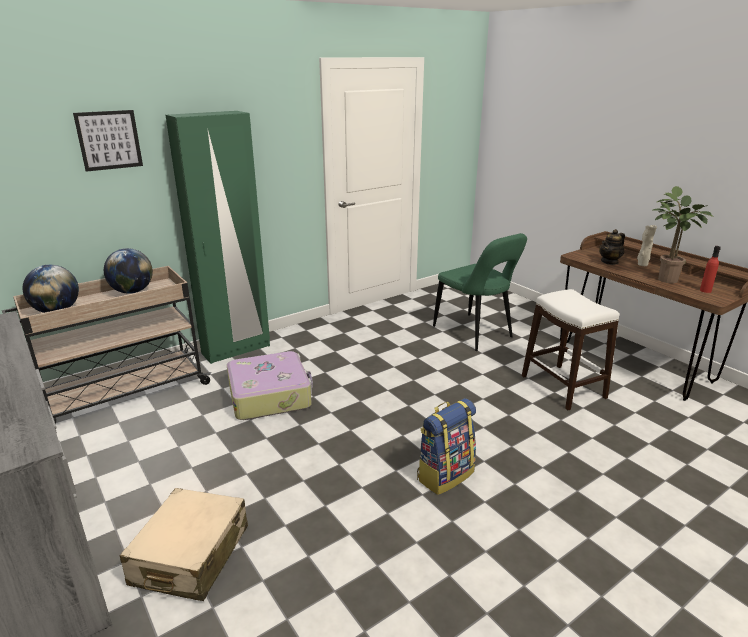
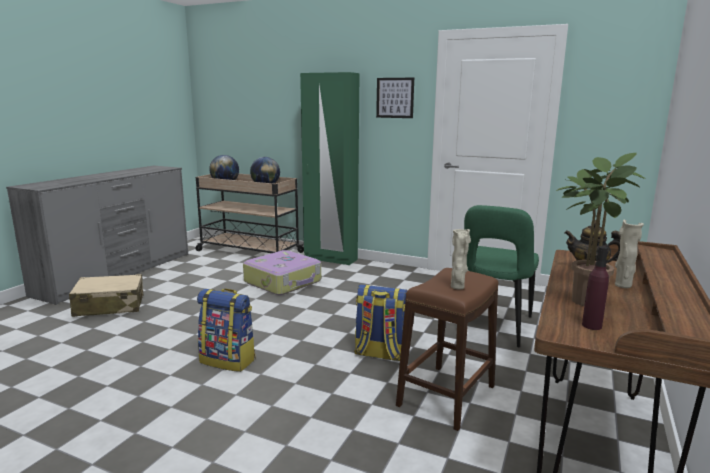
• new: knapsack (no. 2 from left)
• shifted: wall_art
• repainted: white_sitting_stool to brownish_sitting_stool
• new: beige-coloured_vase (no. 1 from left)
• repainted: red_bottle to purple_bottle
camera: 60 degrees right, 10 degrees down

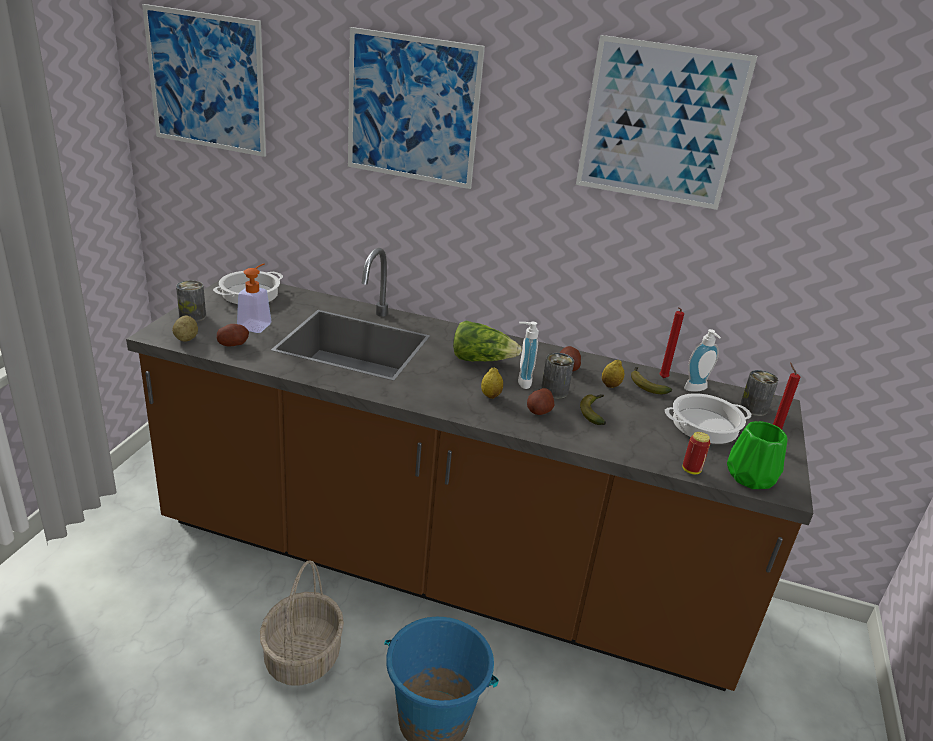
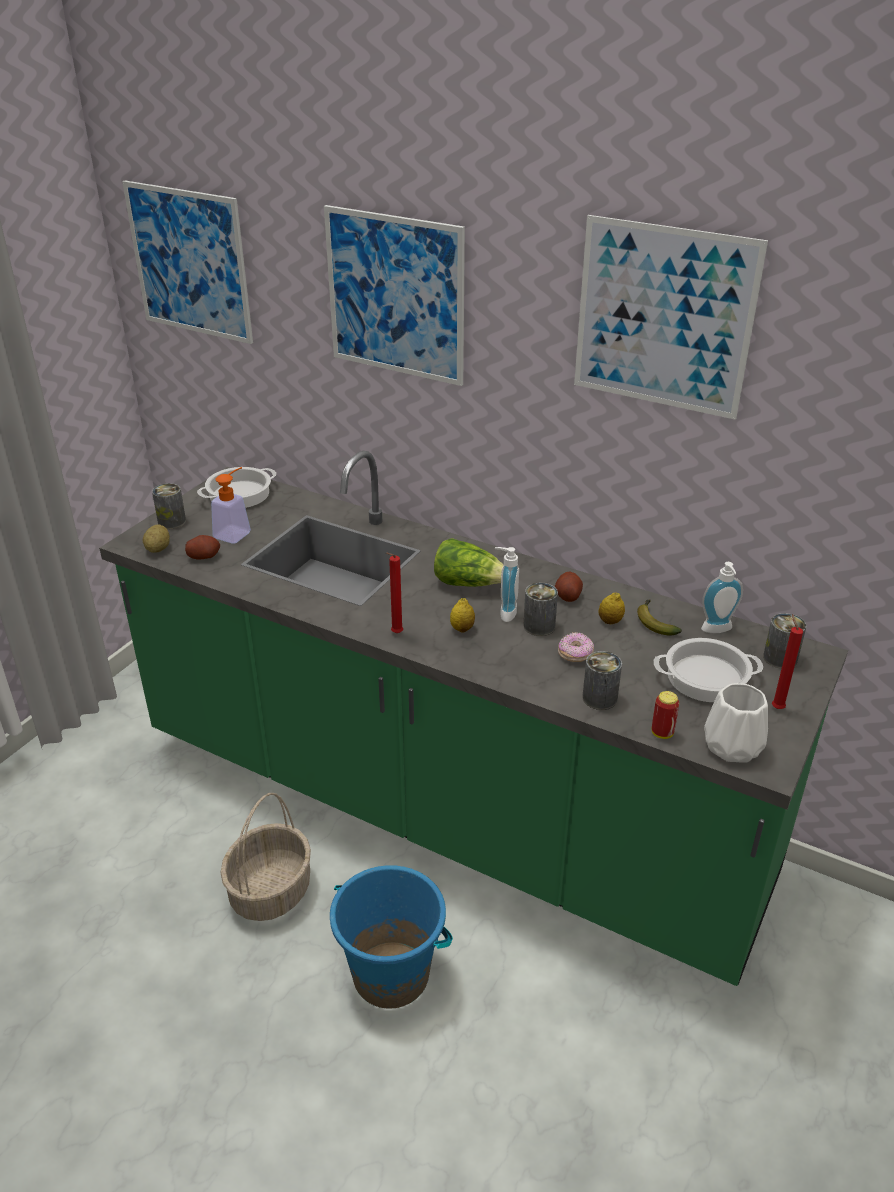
• repainted: brownish_counter to greenish_counter
• shifted: red_wax_candle (no. 1 from left)
• swapped: banana (no. 1 from left) to doughnut
• new: sealed_can (no. 3 from left)
• repainted: greenish_vase to white_vase
• gone: whole_potato (no. 3 from left)
camera: 15 degrees right, 5 degrees up

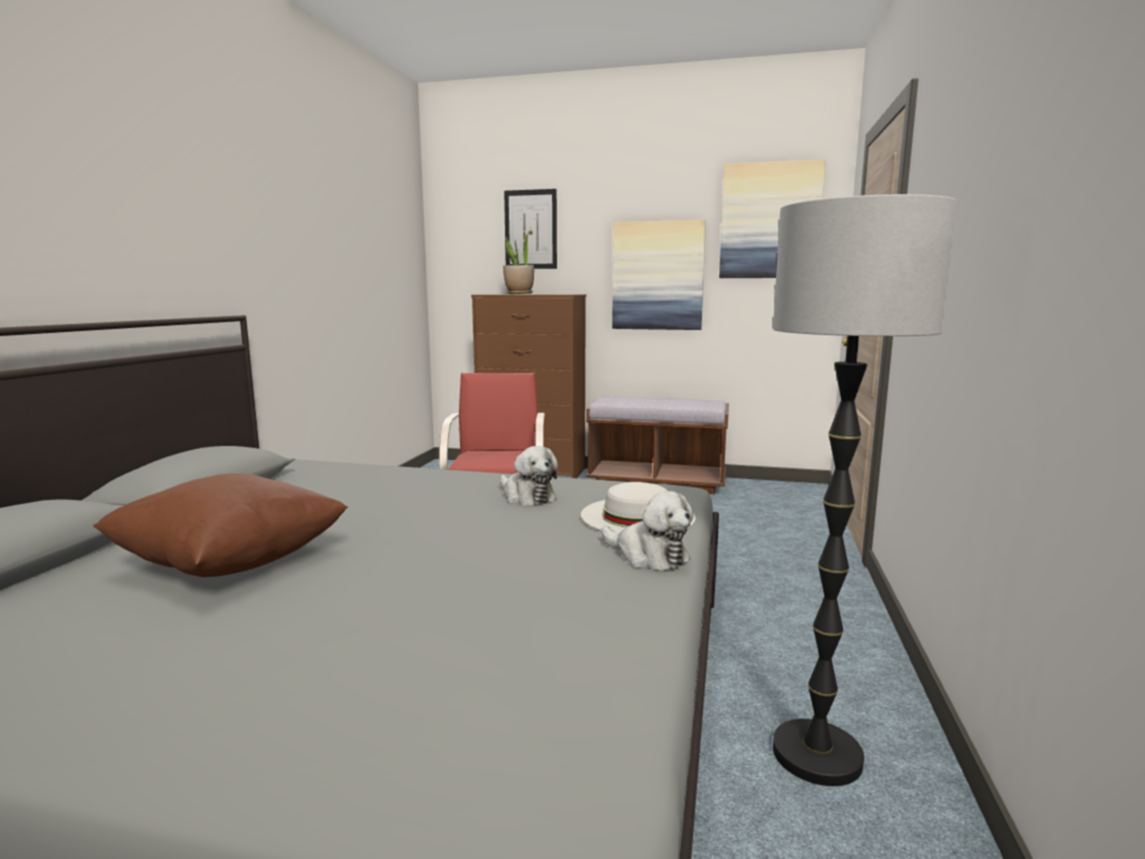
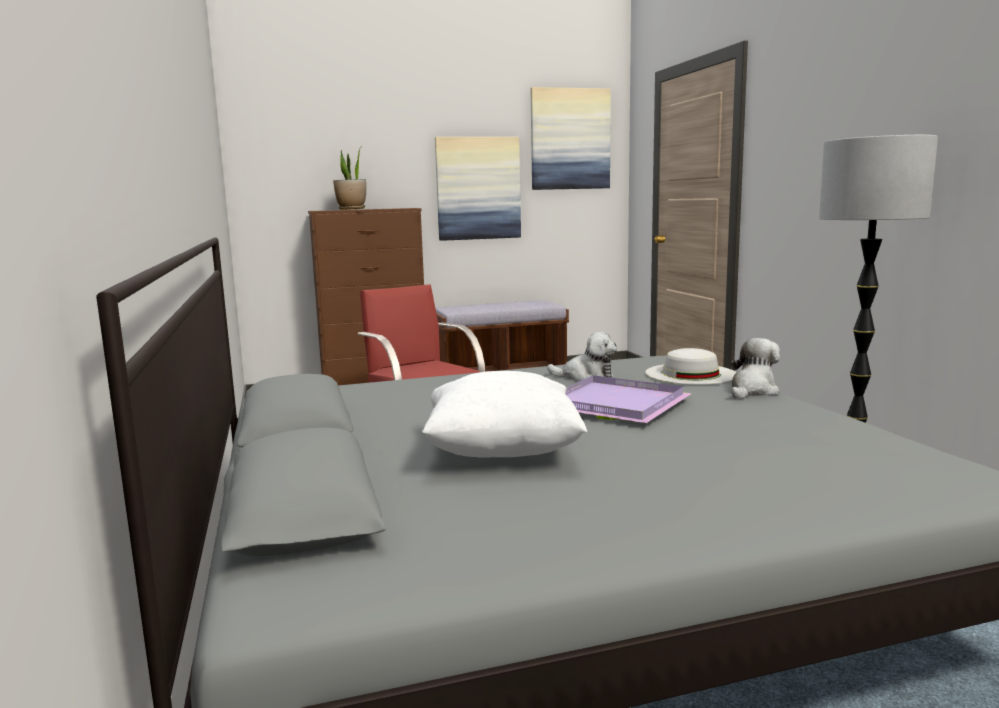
• repainted: brownish_throw_pillow to white_throw_pillow
• new: purple_serving_tray
• rotated: plush_toy (no. 2 from left) 60 degrees counterclockwise
• gone: wall_art (no. 1 from left)
camera: 30 degrees left, 0 degrees up

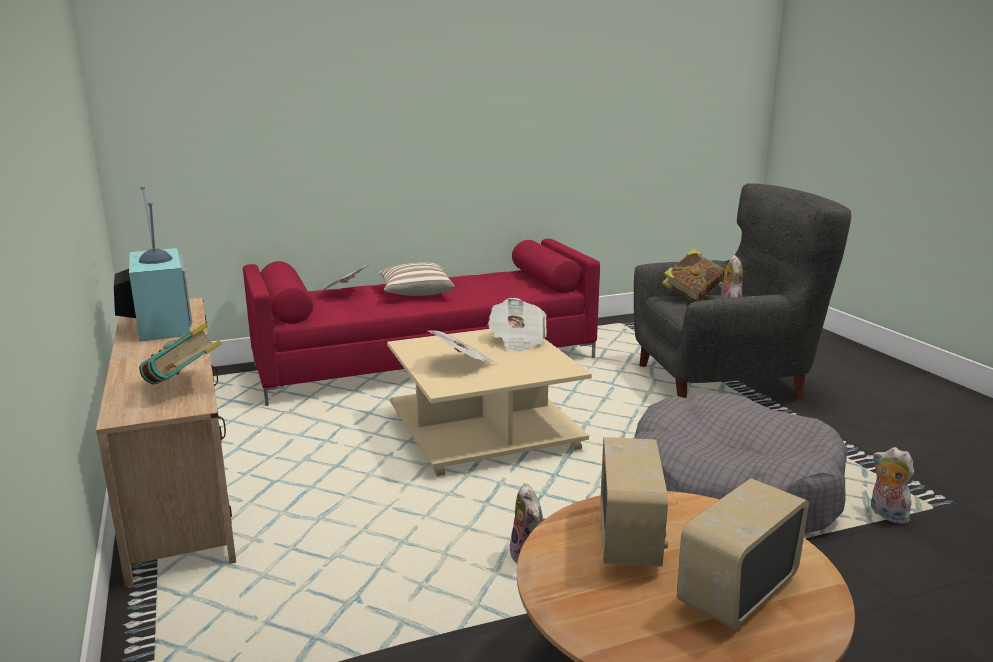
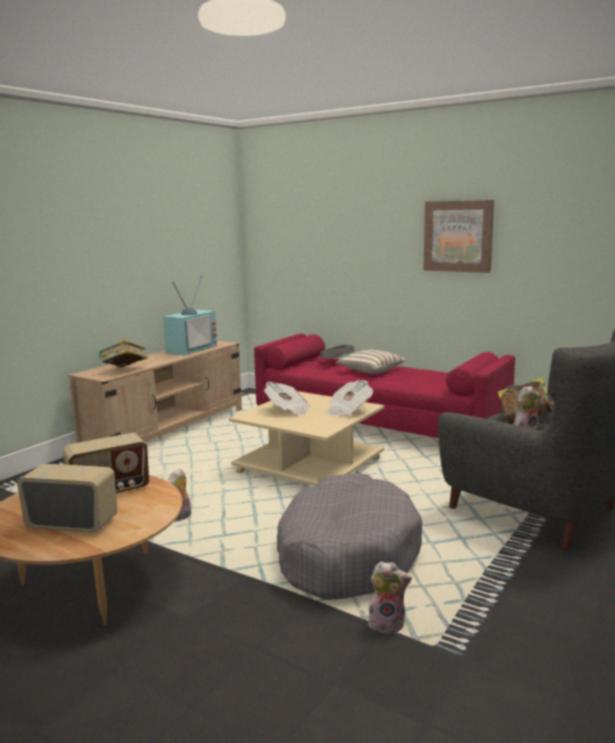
• rotated: plush_toy (no. 3 from left in the first image) 75 degrees clockwise
• new: wall_art
camera: 55 degrees right, 5 degrees down

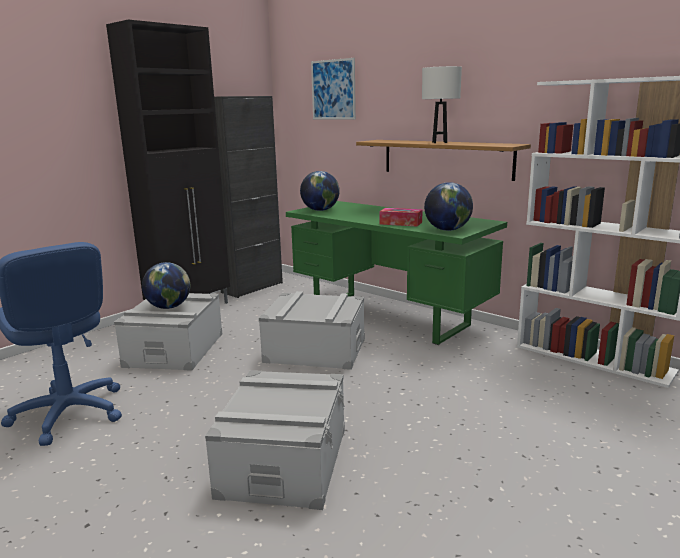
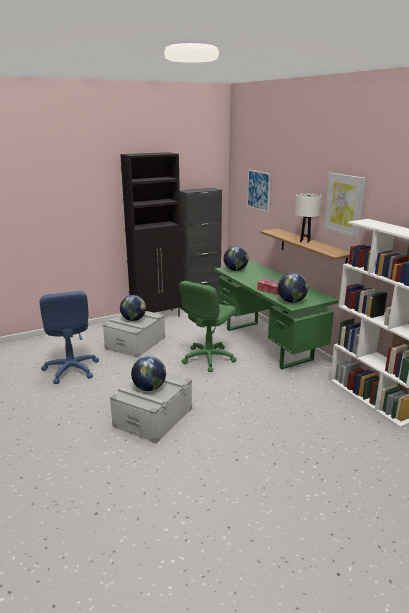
• new: world_globe (no. 2 from left)
• swapped: greyish_storage_bin (no. 3 from left) to greenish_desk_chair
• new: wall_art (no. 2 from left)
camera: 20 degrees right, 5 degrees up

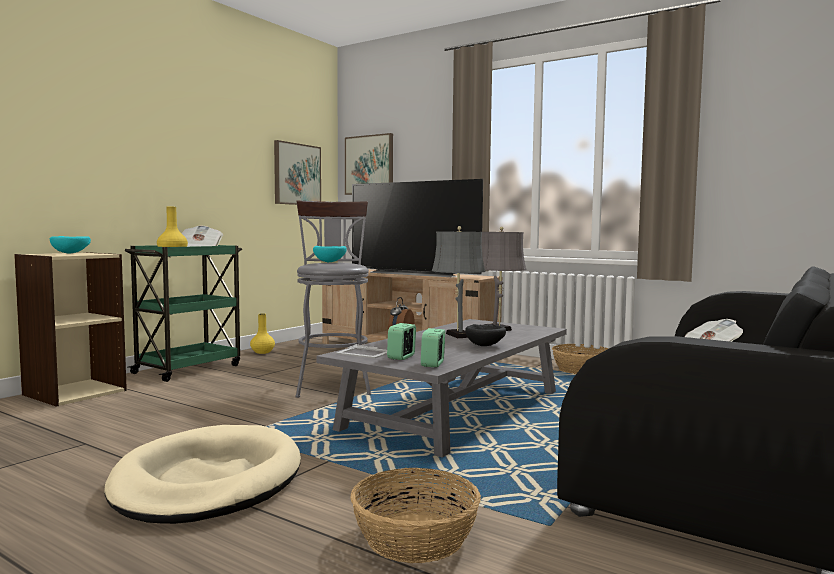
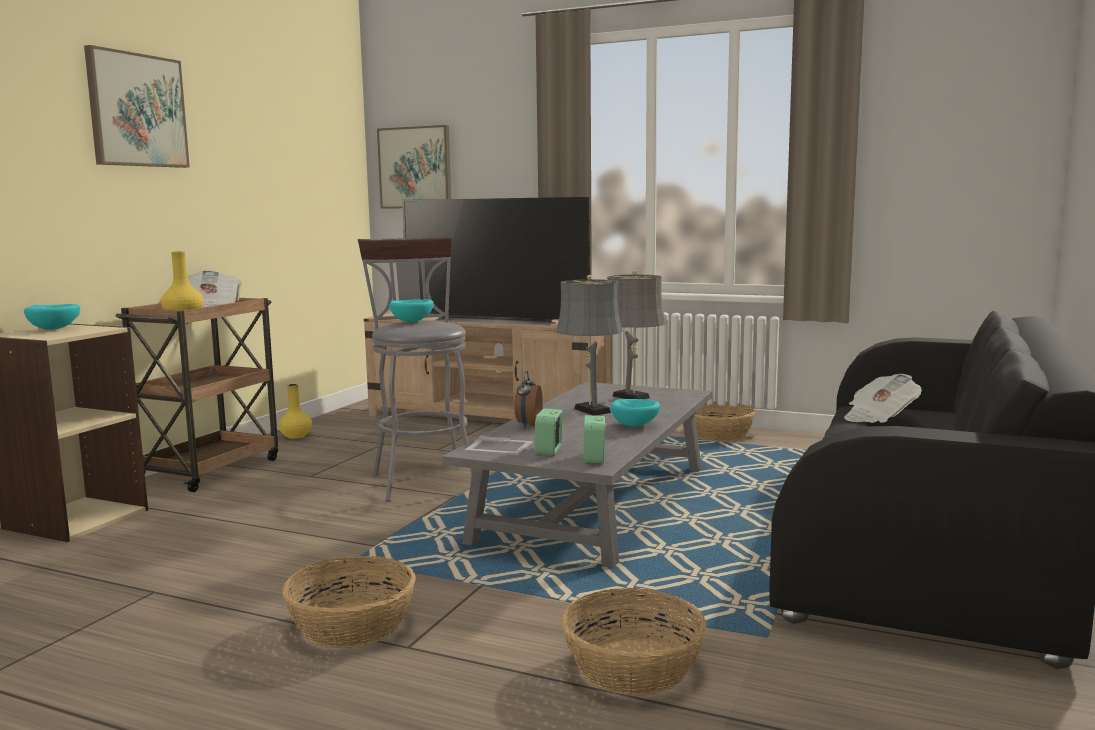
• shifted: wall_art (no. 1 from left)
• repainted: greenish_wheeled_cart to brownish_wheeled_cart
• swapped: beige-coloured_dog_bed to basket (no. 1 from left)
• repainted: black-coloured_serving_bowl to turquoise_serving_bowl (no. 3 from left)
camera: 10 degrees left, 5 degrees up

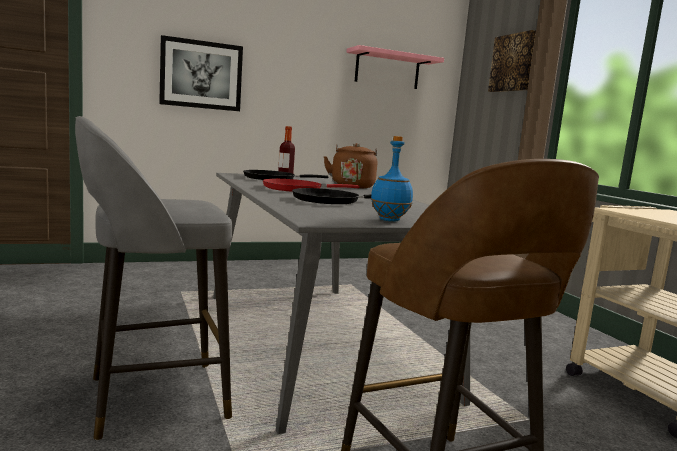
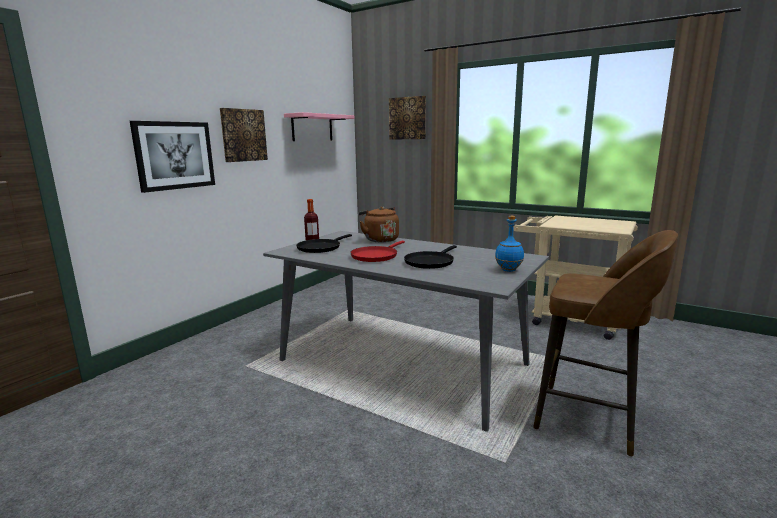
• new: wall_art (no. 2 from left)
• gone: greyish_sitting_stool
camera: 35 degrees left, 5 degrees up

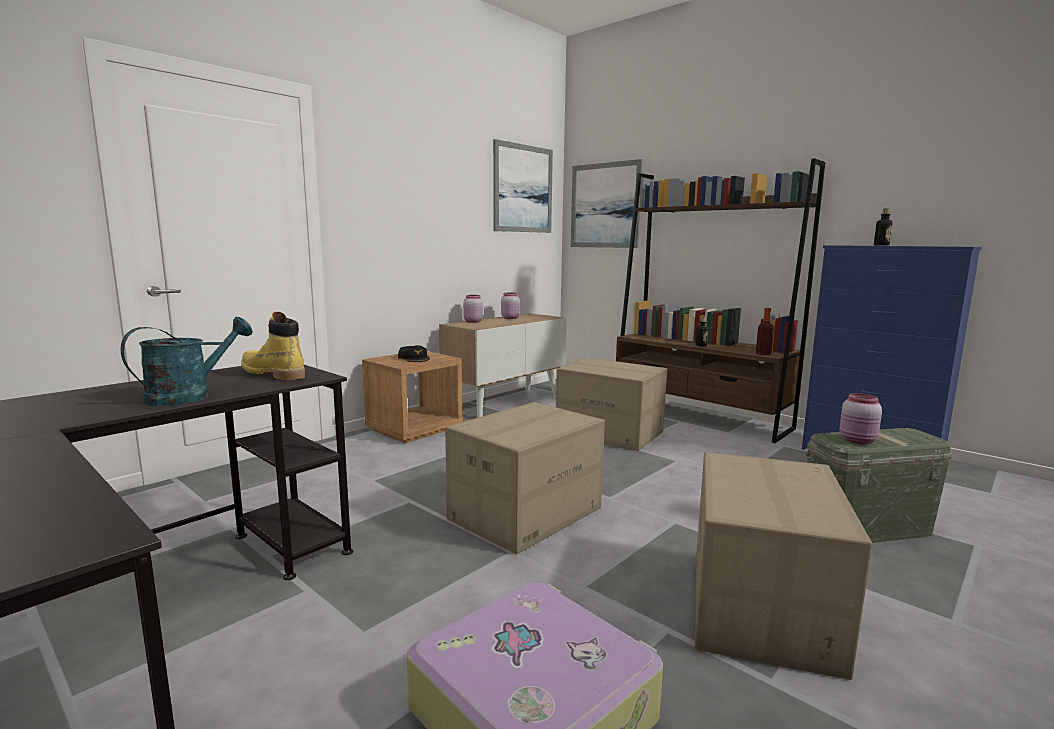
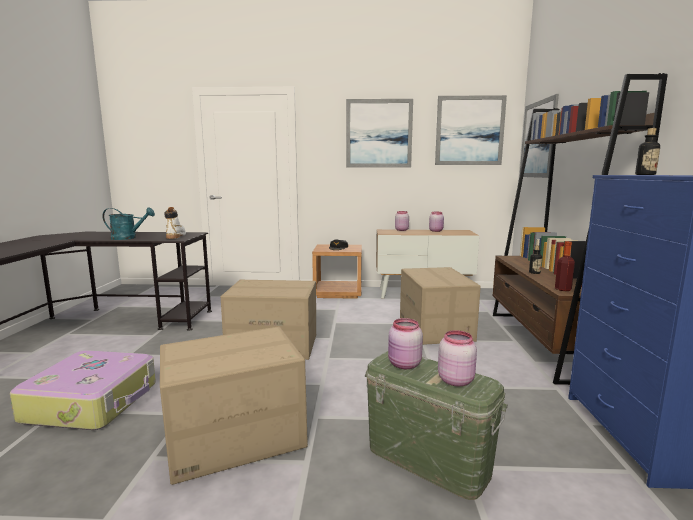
• repainted: yellow-coloured_boot to white_boot
• new: wall_art (no. 1 from left)
• new: pink_jar (no. 4 from left)
camera: 50 degrees right, 0 degrees up

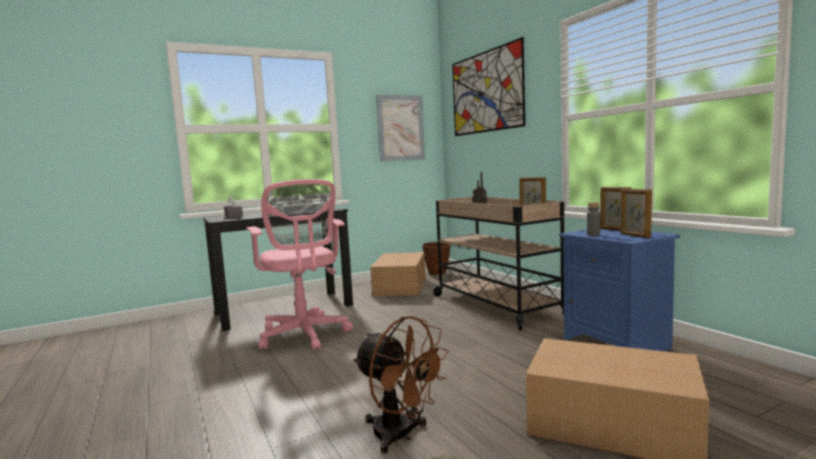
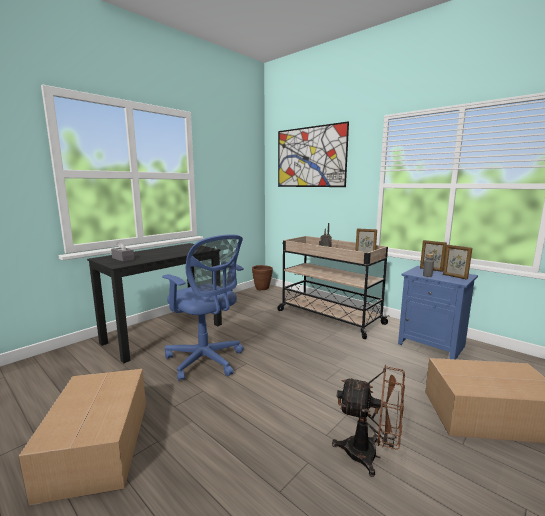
• shifted: packing_box (no. 1 from left)
• repainted: pink_desk_chair to blue_desk_chair
• gone: wall_art (no. 1 from left)
camera: 20 degrees left, 5 degrees up

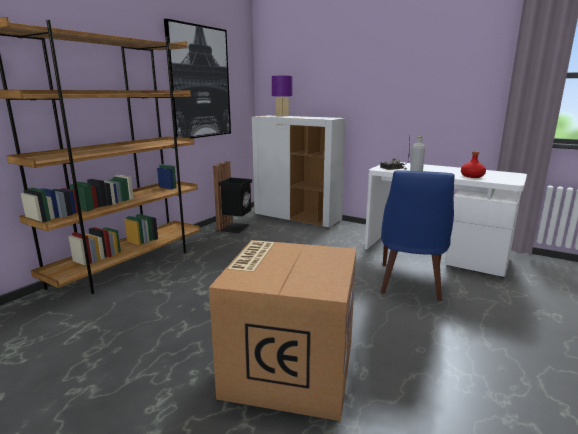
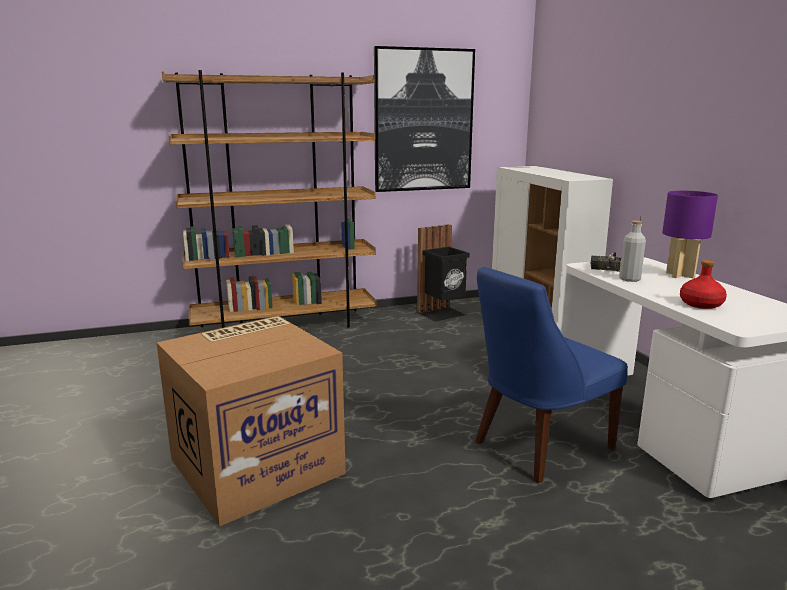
• shifted: purple_table_lamp
camera: 40 degrees right, 0 degrees up

